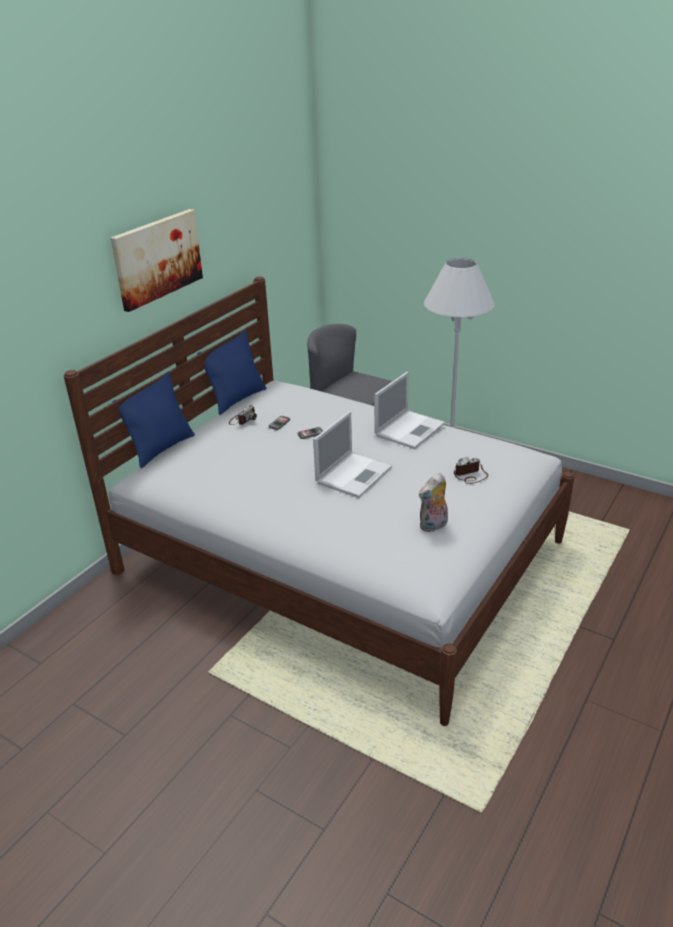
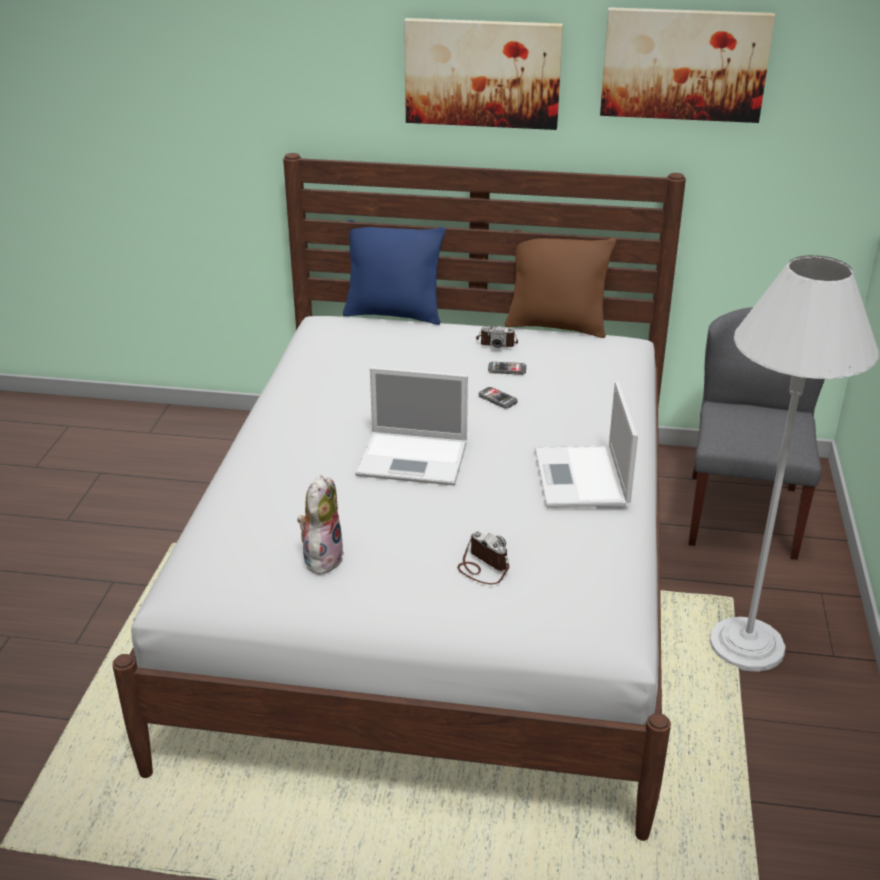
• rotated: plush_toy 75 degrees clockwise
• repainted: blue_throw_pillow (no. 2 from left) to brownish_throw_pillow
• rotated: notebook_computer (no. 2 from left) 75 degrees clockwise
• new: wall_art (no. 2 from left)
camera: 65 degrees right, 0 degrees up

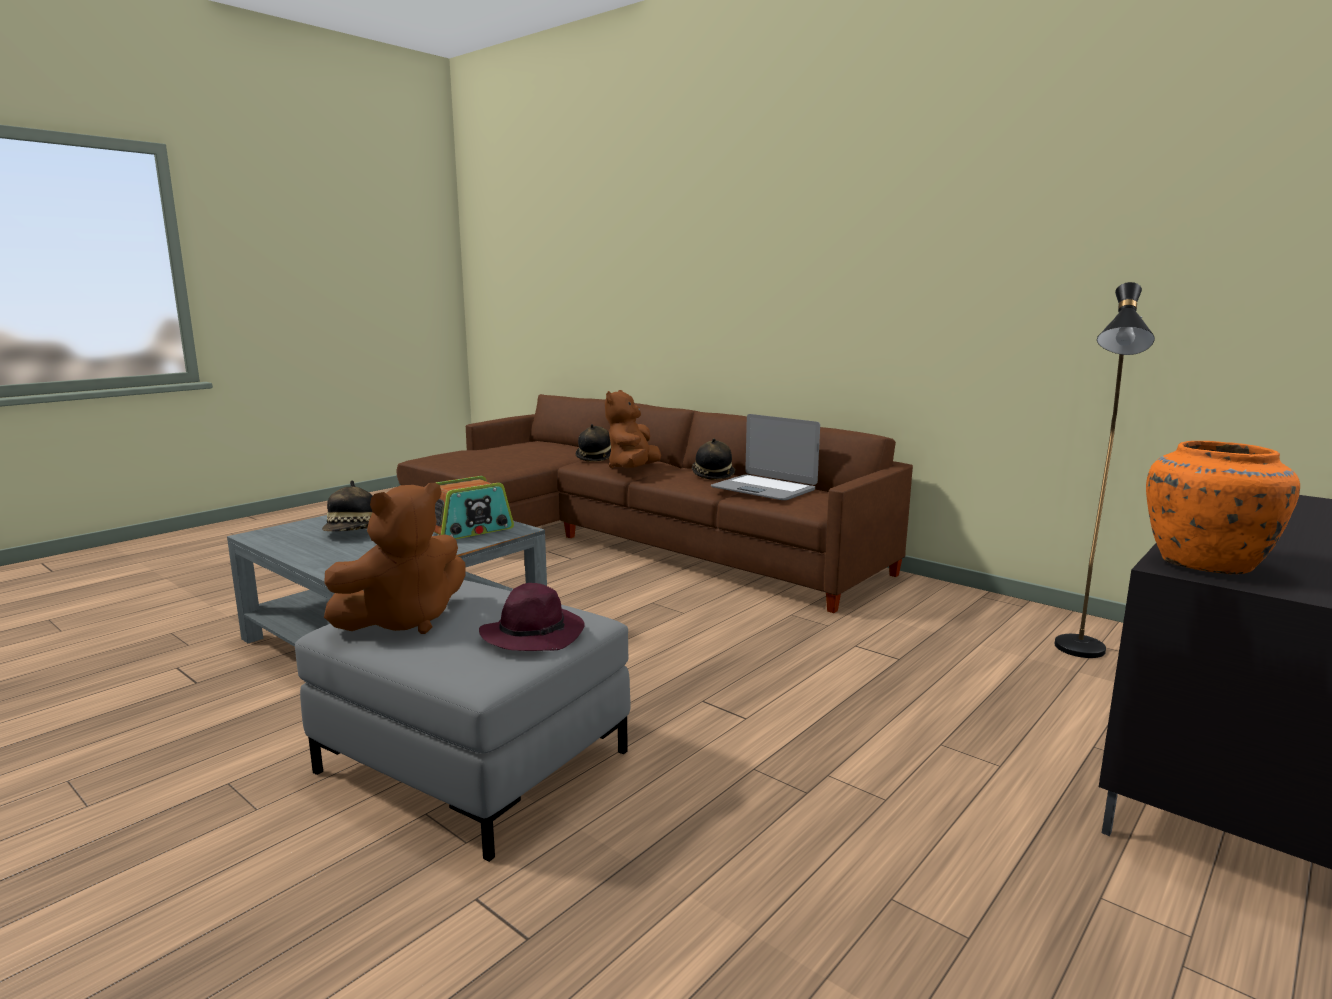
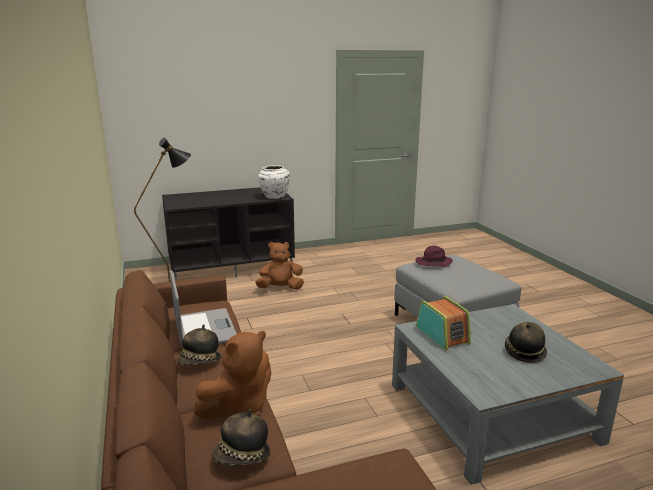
• shifted: brownish_plush_toy (no. 1 from left in the first image) to brownish_plush_toy (no. 2 from left)
• repainted: orange_vase to white_vase
• rotated: radio_set 75 degrees clockwise
camera: 150 degrees left, 5 degrees up

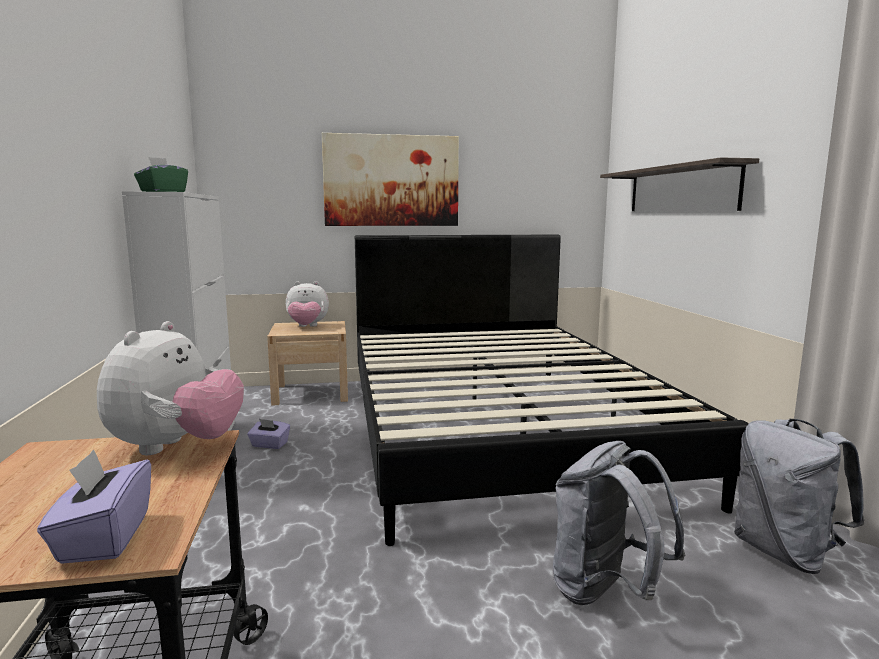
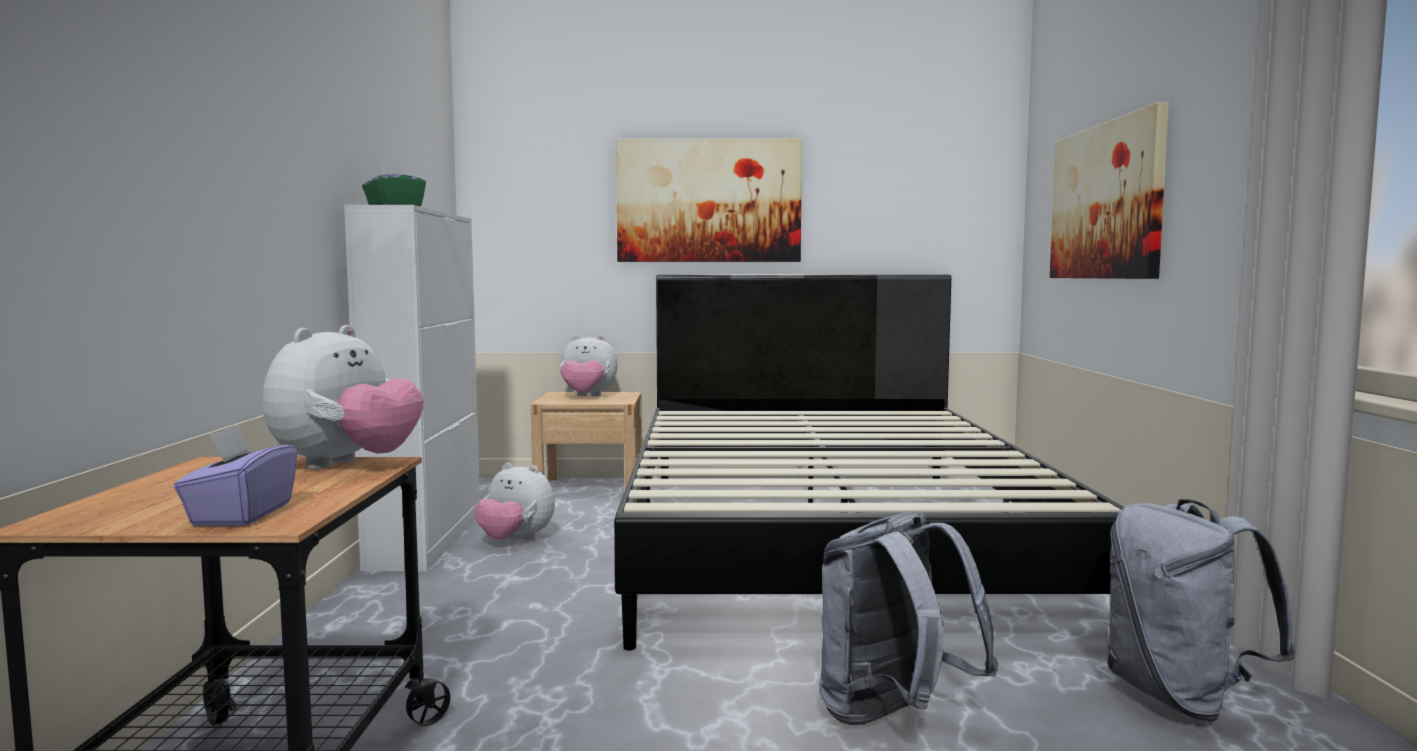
• swapped: purple_tissue_box (no. 2 from left) to plush_toy (no. 2 from left)
• swapped: wall_shelf to wall_art (no. 2 from left)
camera: 10 degrees right, 5 degrees down

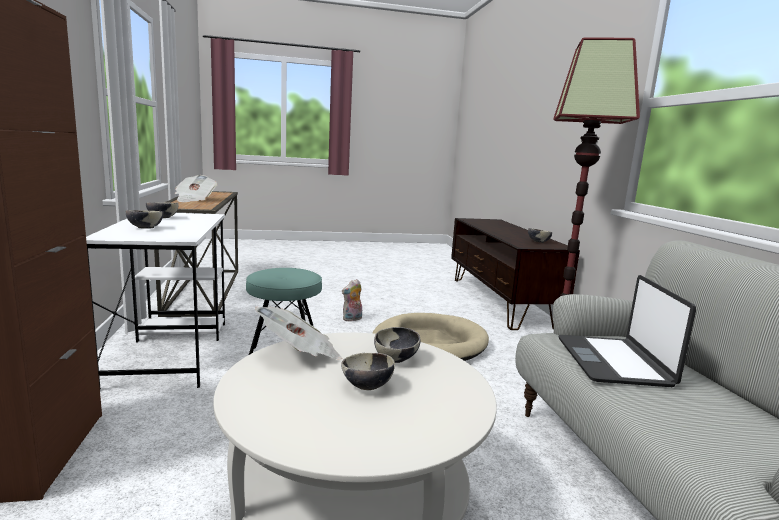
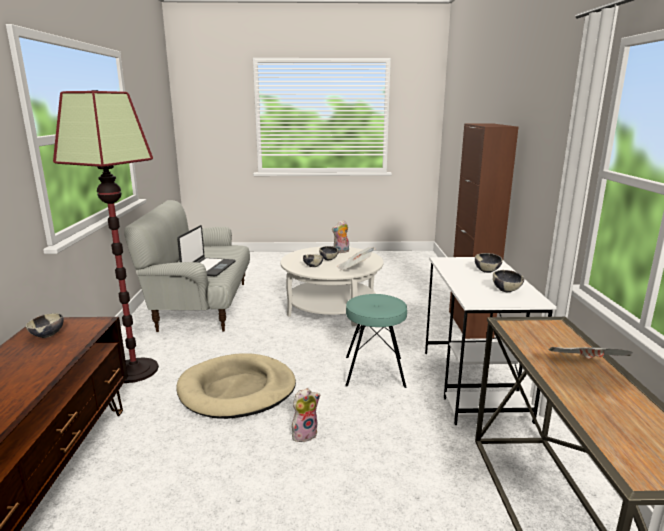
• new: plush_toy (no. 2 from left)
camera: 170 degrees left, 5 degrees up

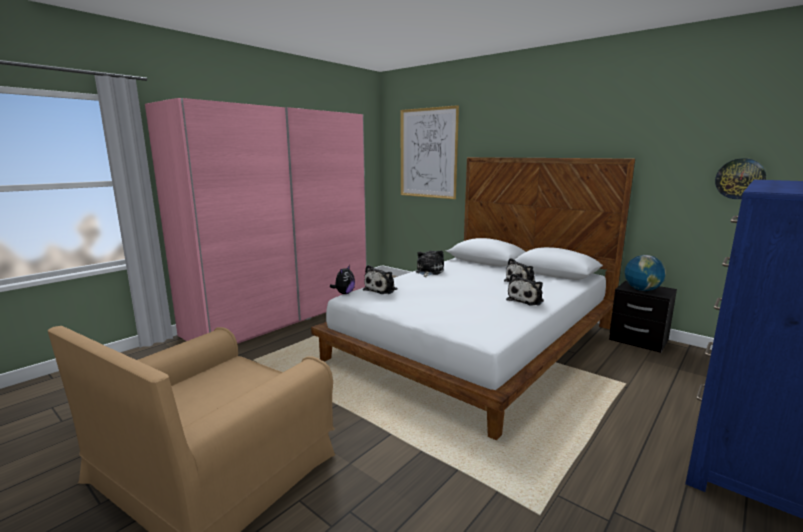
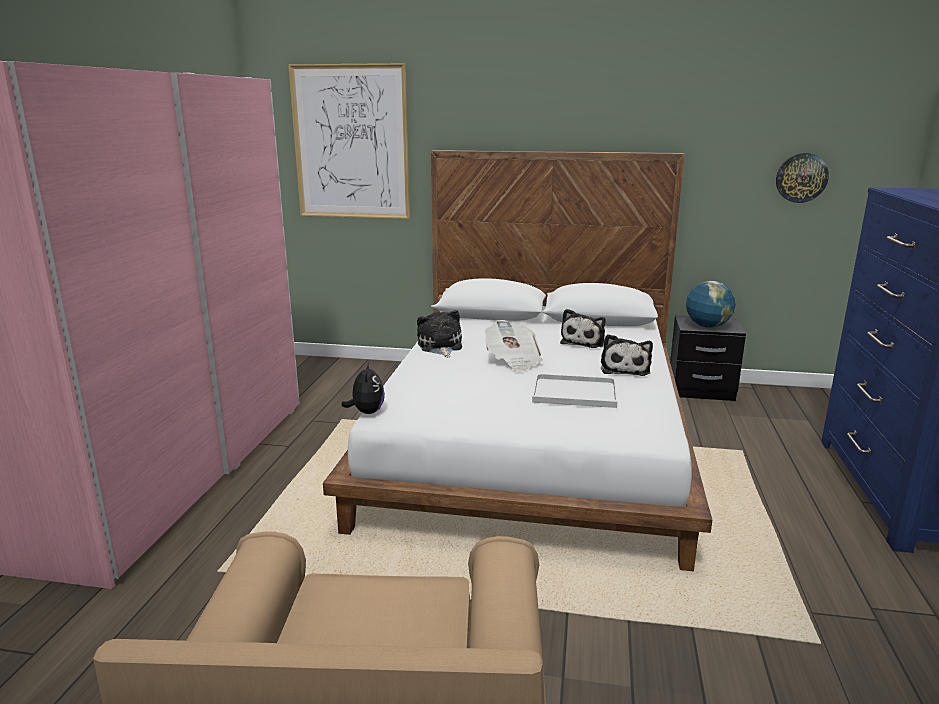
• new: newspaper
• new: white_serving_tray
• gone: plush_toy (no. 2 from left)
camera: 30 degrees left, 5 degrees up

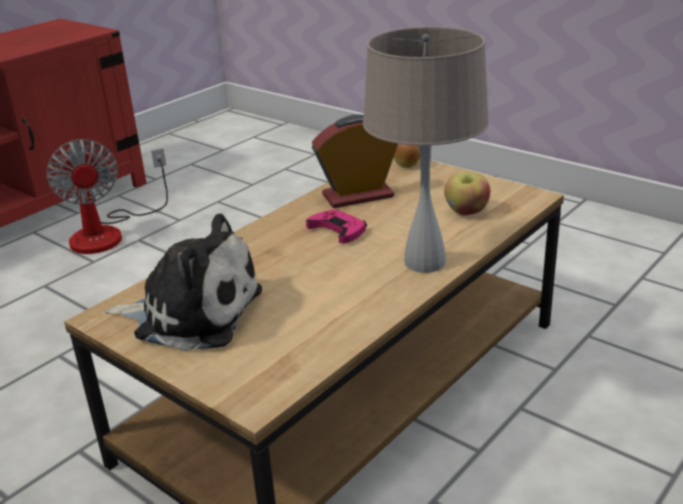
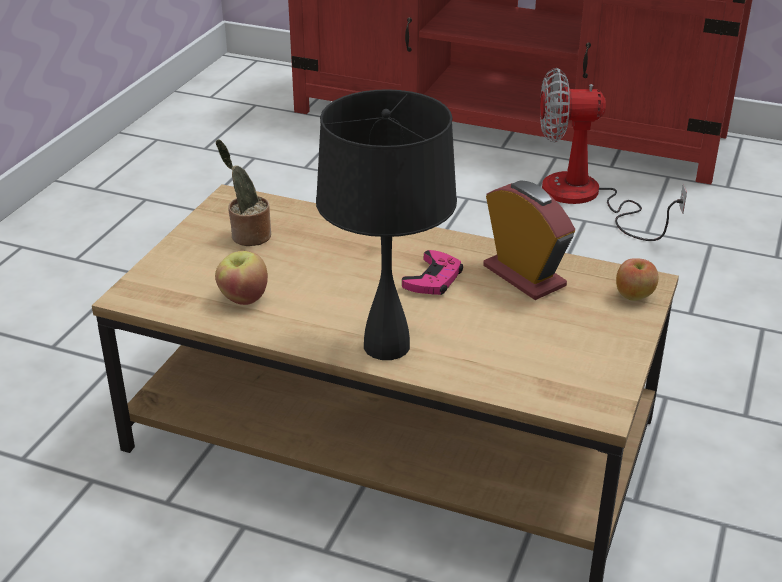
• shifted: apple (no. 2 from left in the first image) to apple (no. 1 from left)
• swapped: plush_toy to plant_in_a_pot
• repainted: beige-coloured_table_lamp to black-coloured_table_lamp
• rotated: cooling_fan 45 degrees clockwise
camera: 70 degrees right, 5 degrees up

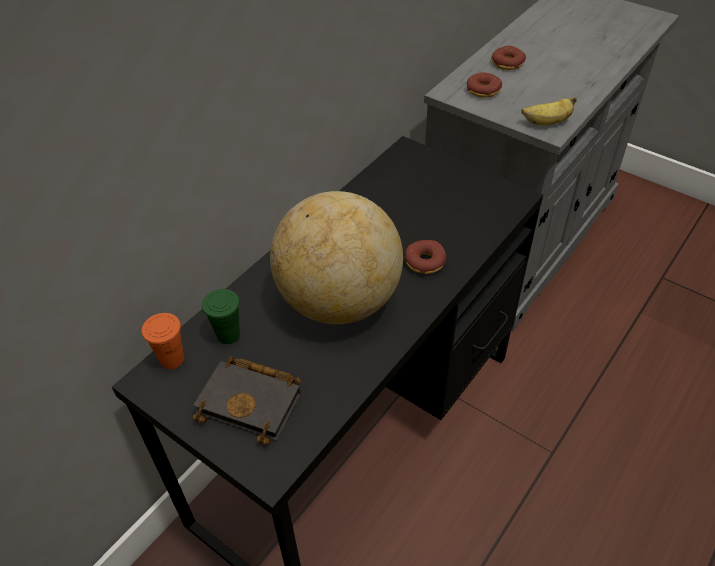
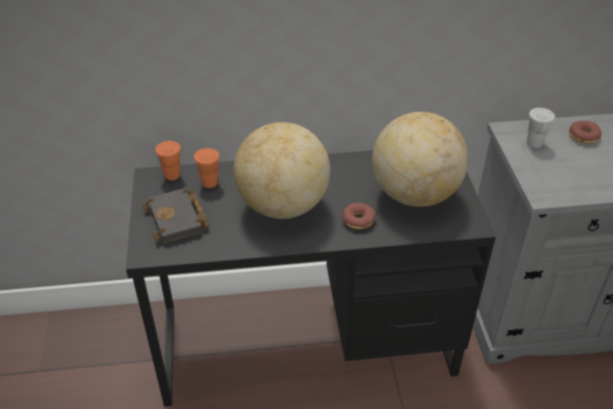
• repainted: greenish_small_cup to orange_small_cup (no. 2 from left)
• new: world_globe (no. 2 from left)
• swapped: doughnut (no. 2 from left) to white_small_cup
• gone: banana
camera: 45 degrees right, 5 degrees down

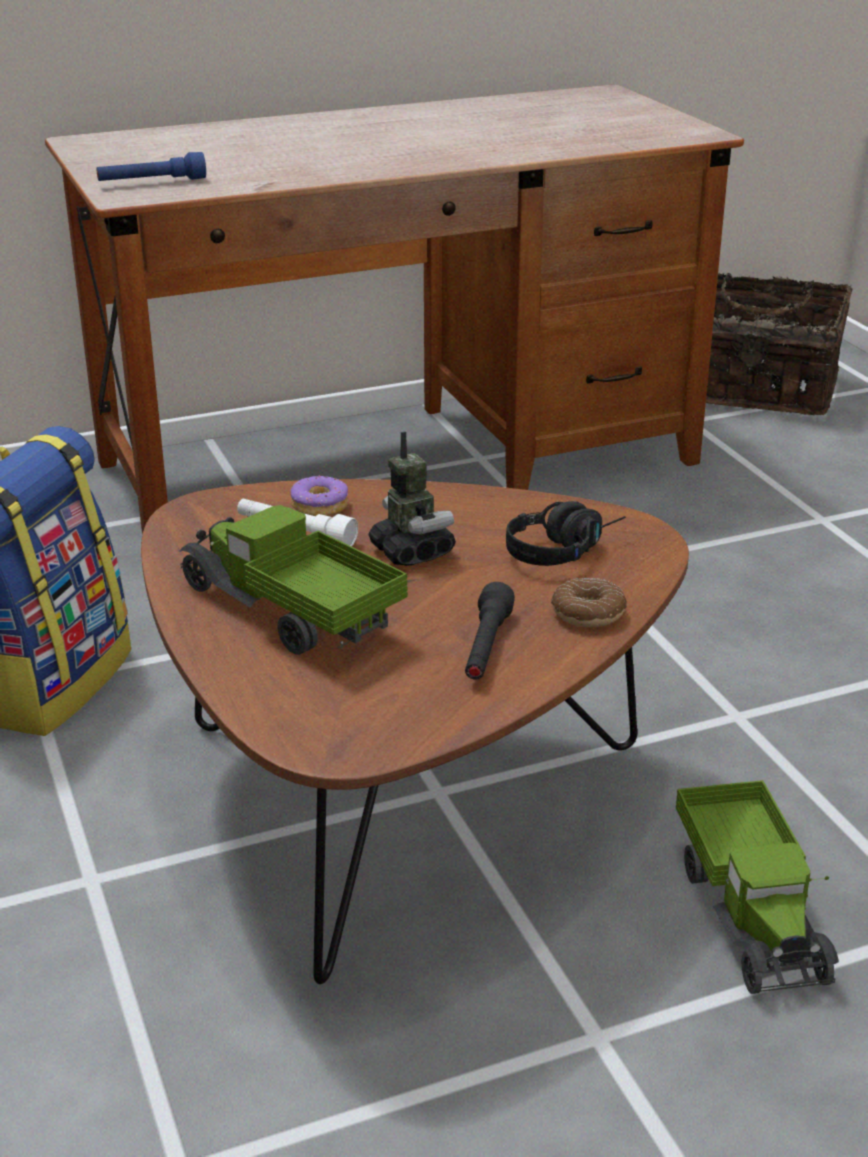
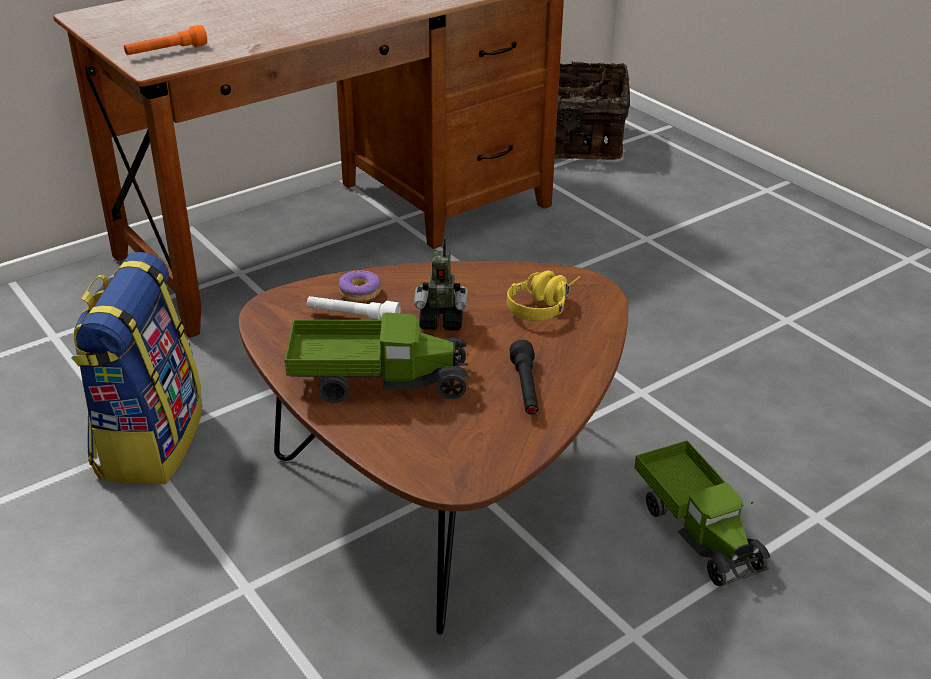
• repainted: blue_flashlight to orange_flashlight
• rotated: model_truck (no. 1 from left) 150 degrees clockwise
• rotated: model_robot 135 degrees clockwise
• repainted: black-coloured_pair_of_headphones to yellow-coloured_pair_of_headphones
• gone: doughnut (no. 2 from left)
camera: 15 degrees left, 5 degrees up

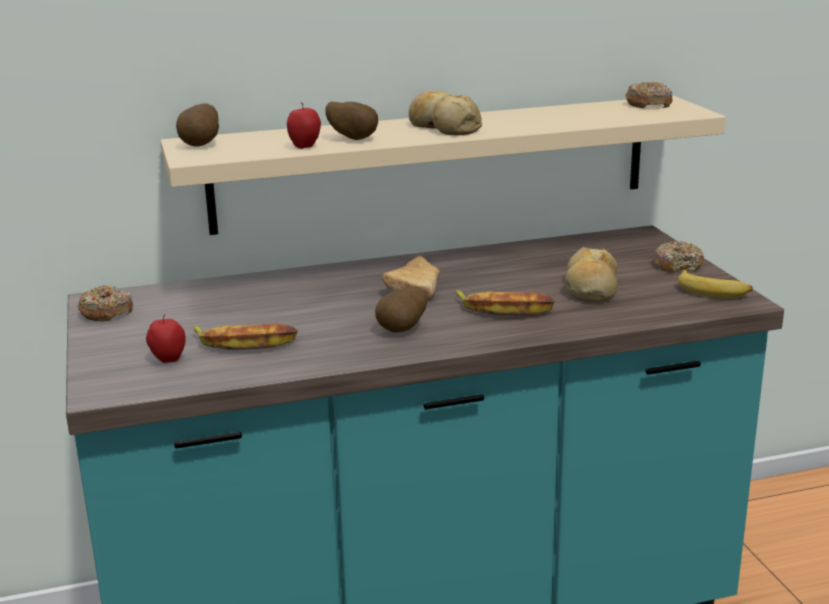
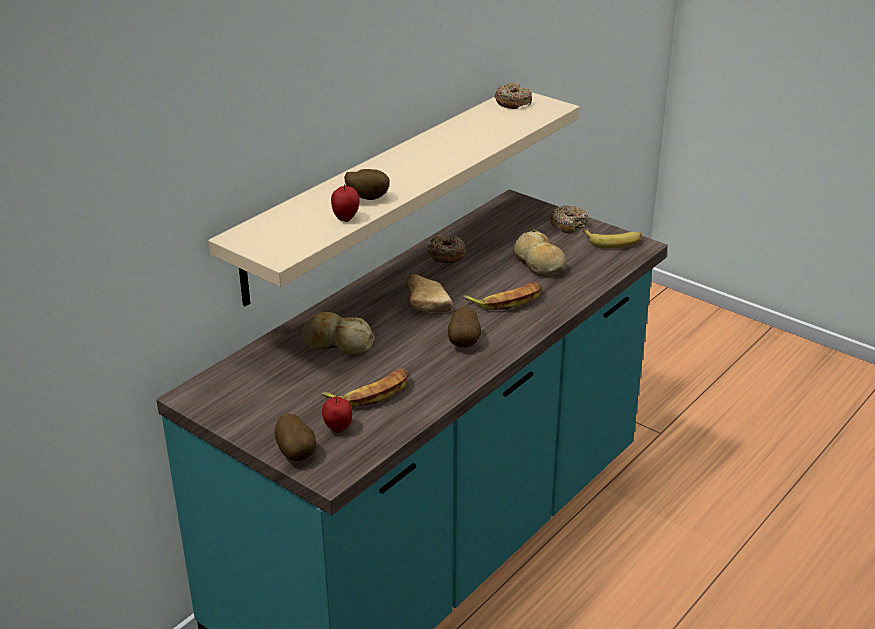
• shifted: whole_potato (no. 1 from left)
• shifted: baked_bread (no. 2 from left in the first image) to baked_bread (no. 1 from left)
• shifted: doughnut (no. 1 from left)
camera: 35 degrees left, 10 degrees up

